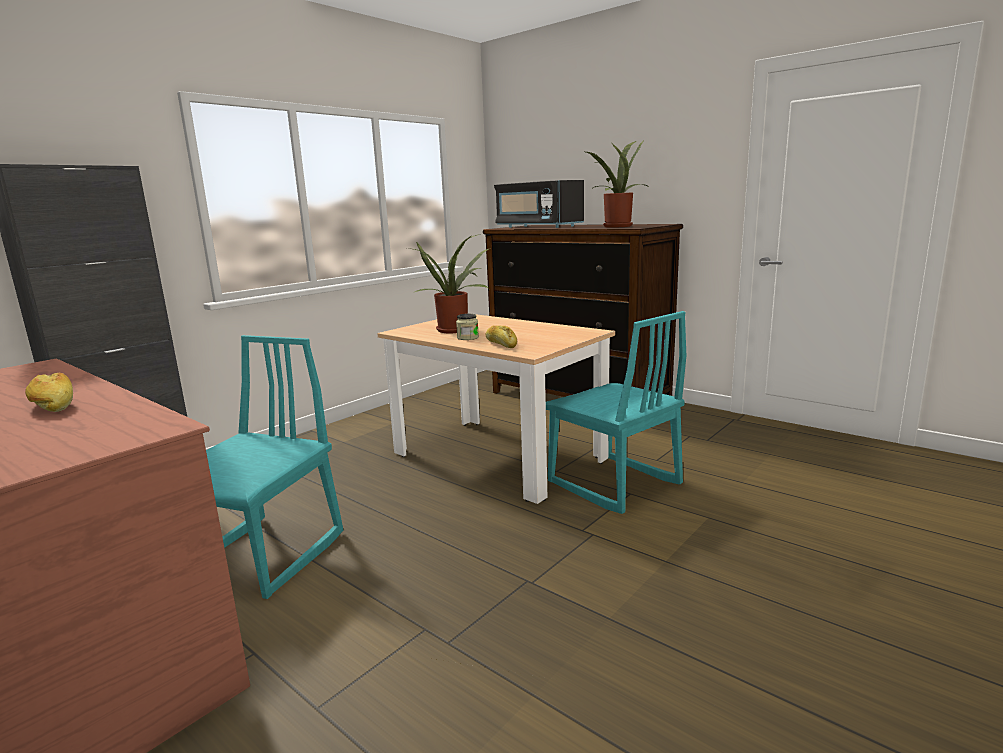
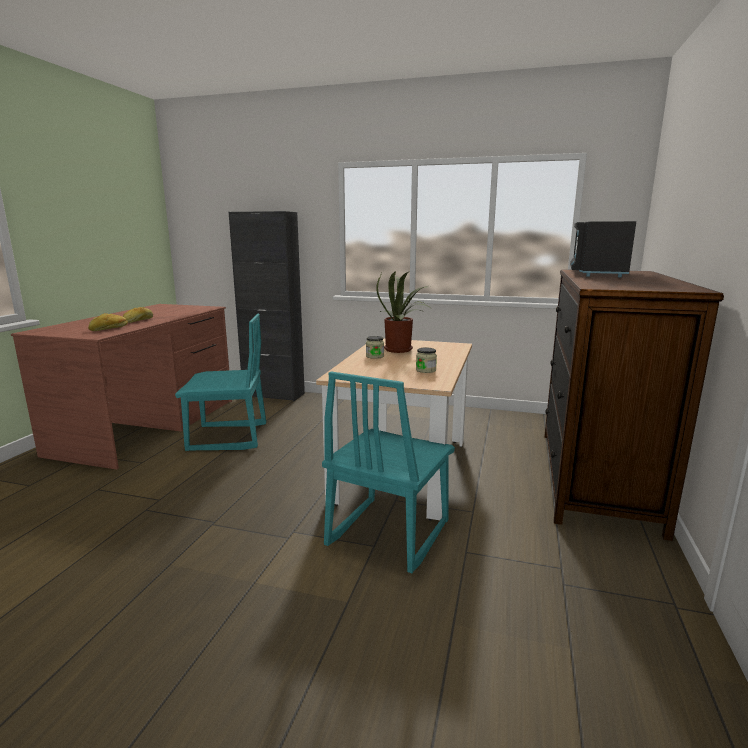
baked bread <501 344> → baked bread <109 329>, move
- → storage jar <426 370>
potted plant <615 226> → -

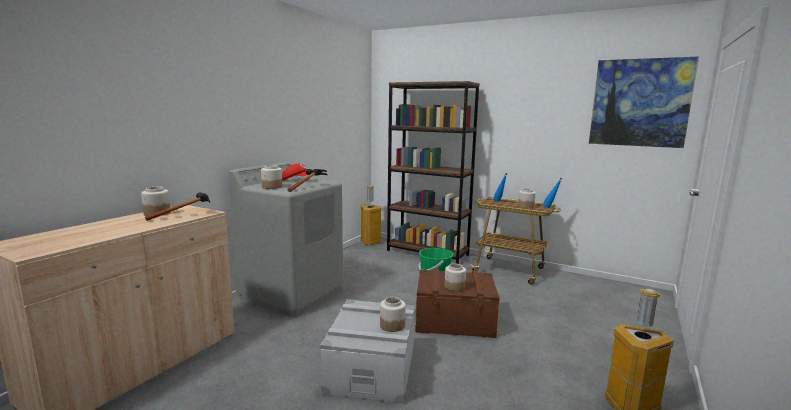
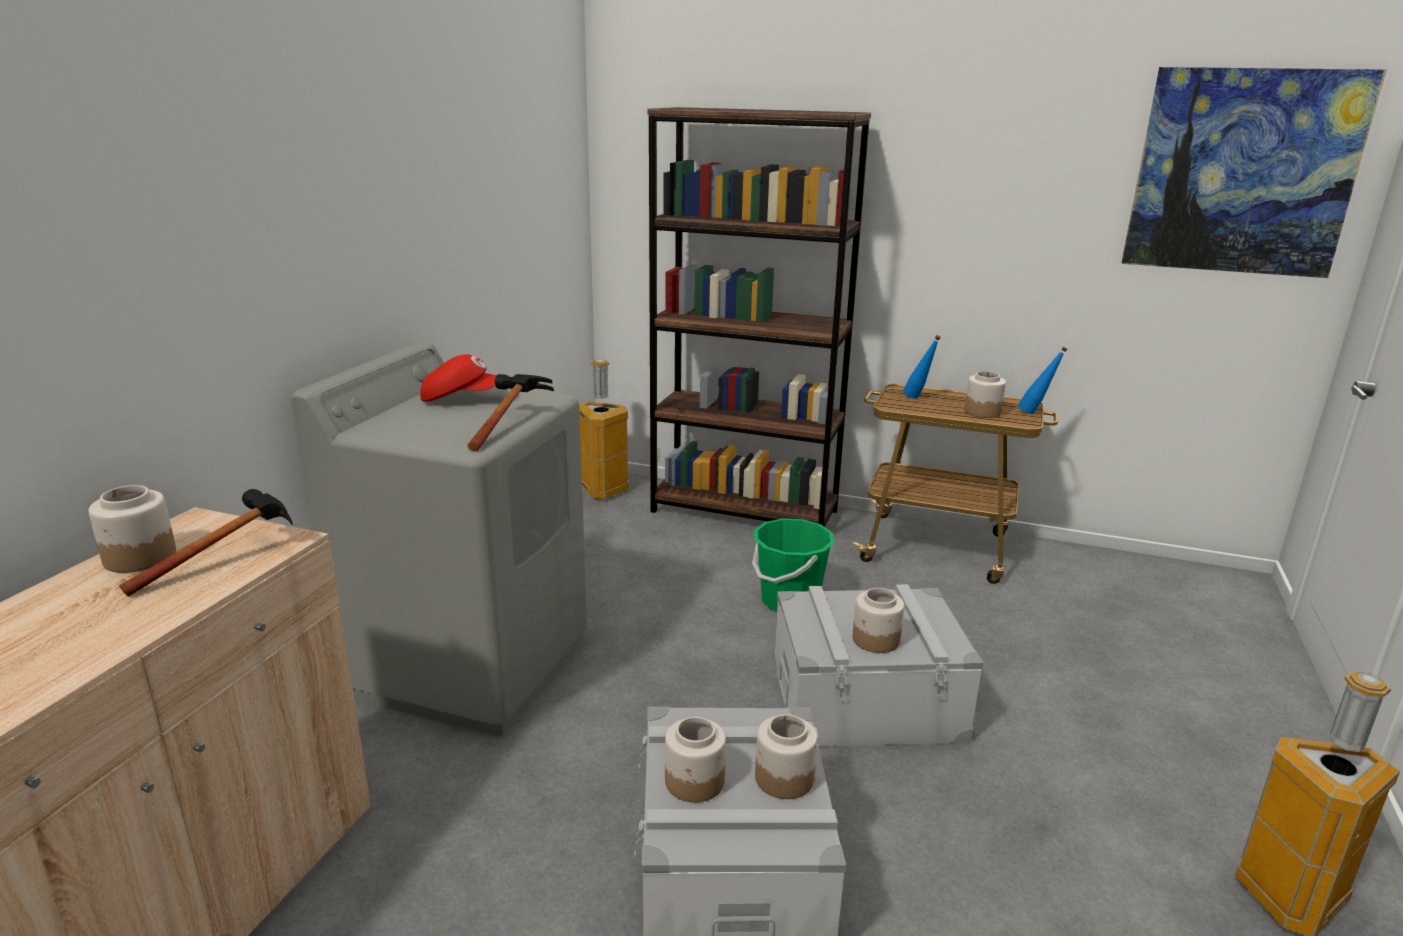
storage jar <272 187> → storage jar <695 782>, move
brownish storage container <454 319> → grey storage container <866 700>

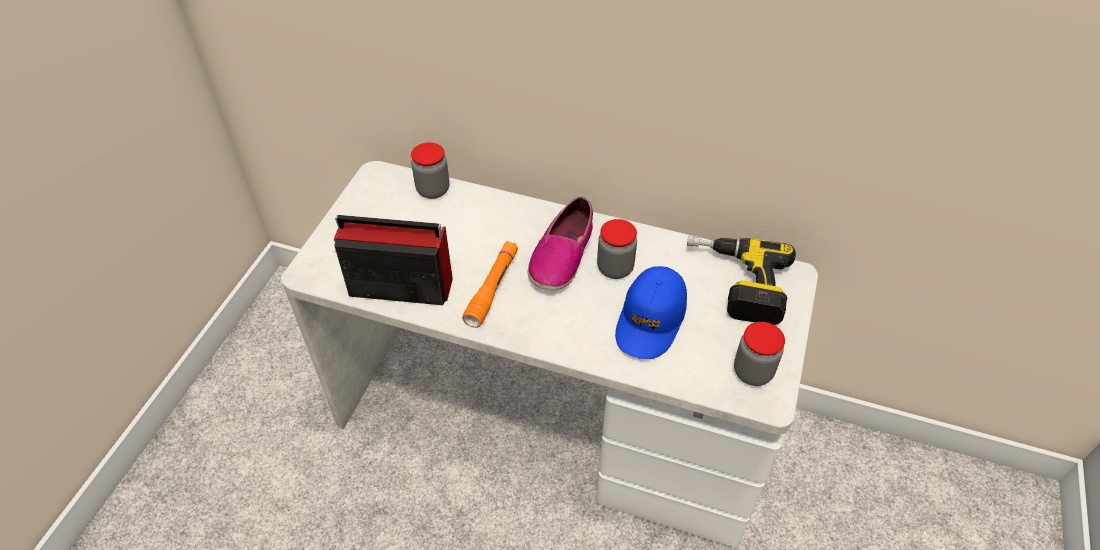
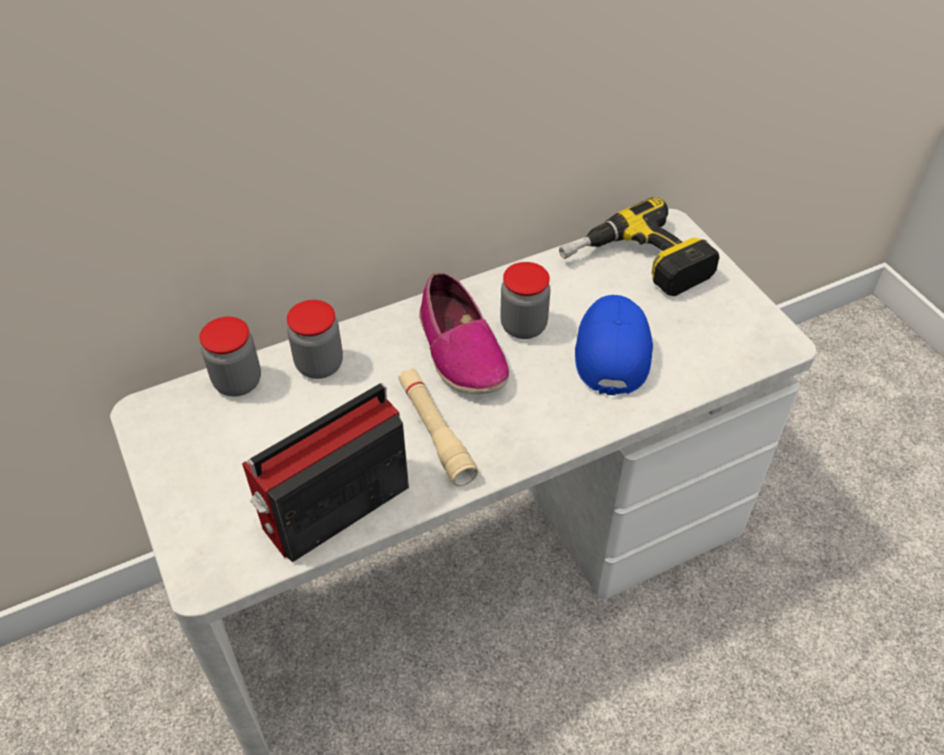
storage jar <752 372> → storage jar <319 365>, move
orange flashlight <492 288> → sand-coloured flashlight <435 432>
blue baseball cap <651 319> → blue baseball cap <612 348>, 150 degrees counterclockwise

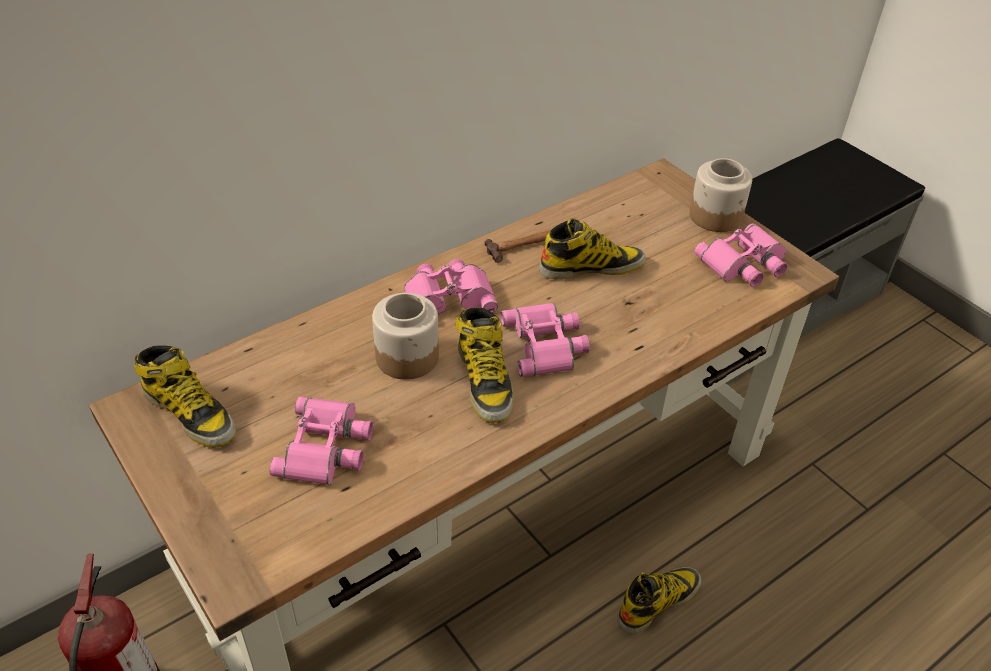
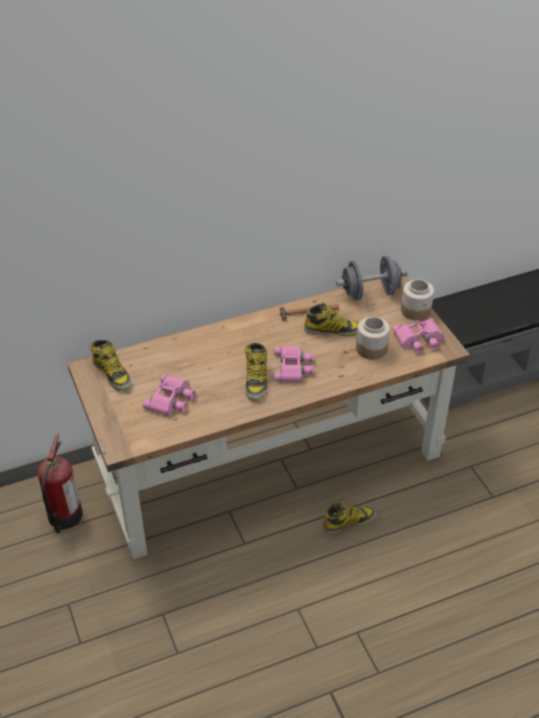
- → grey free weight <370 293>
storage jar <407 357> → storage jar <372 348>, move
pink pair of binoculars <448 296> → -

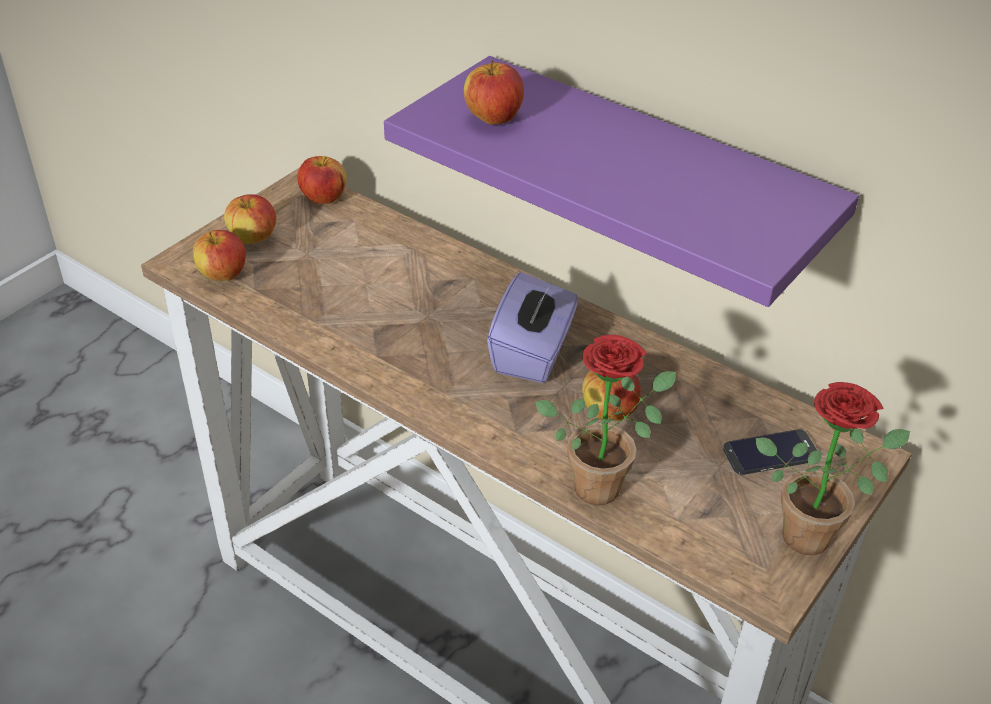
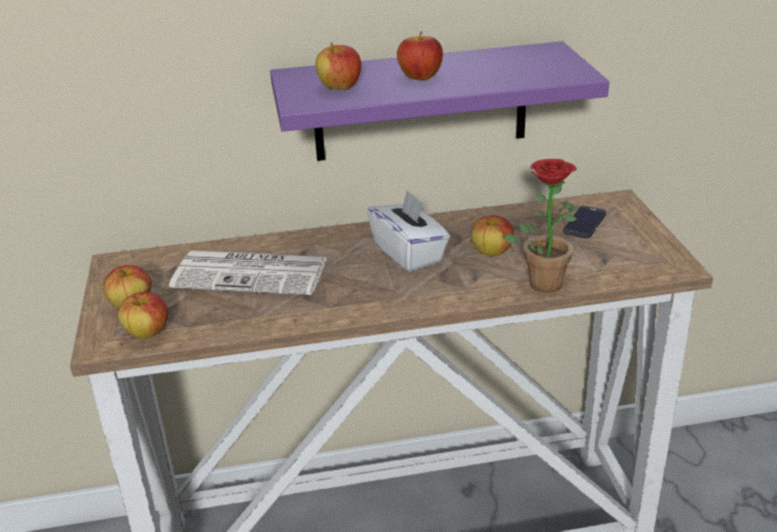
- → daily paper <253 273>
purple box of tissues <532 353> → white-coloured box of tissues <409 253>
whole apple <323 198> → whole apple <420 77>, move
potted plant <813 532> → -

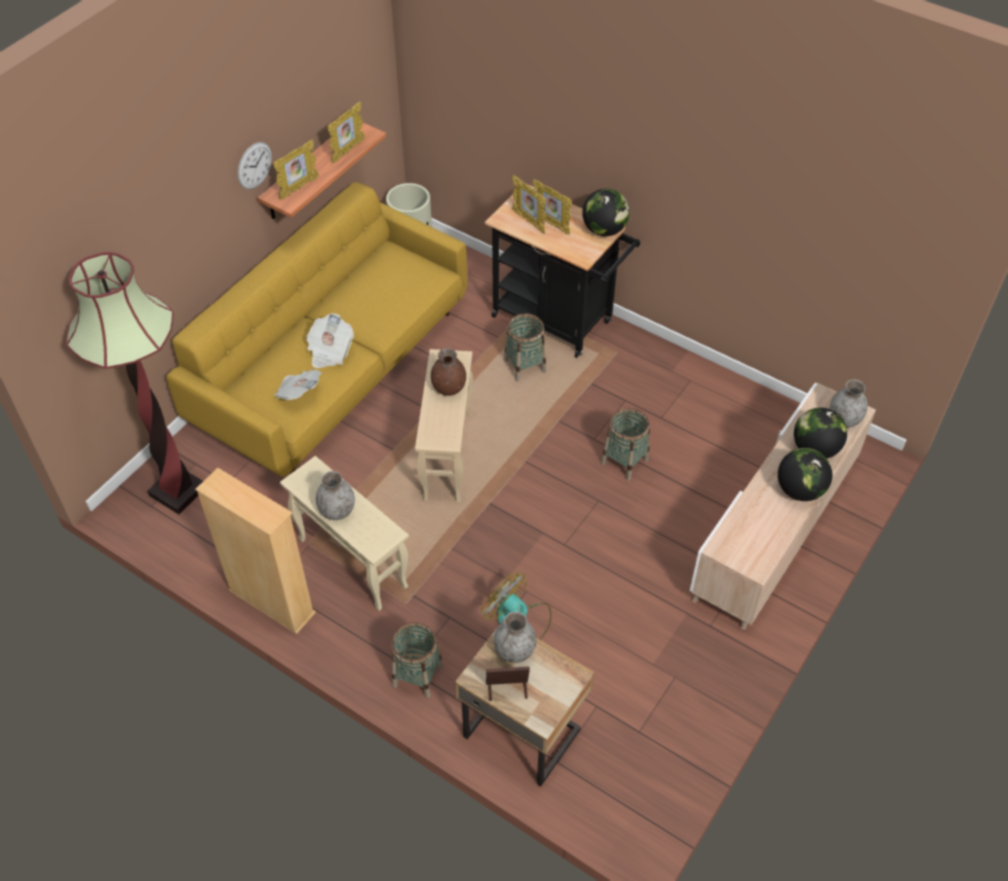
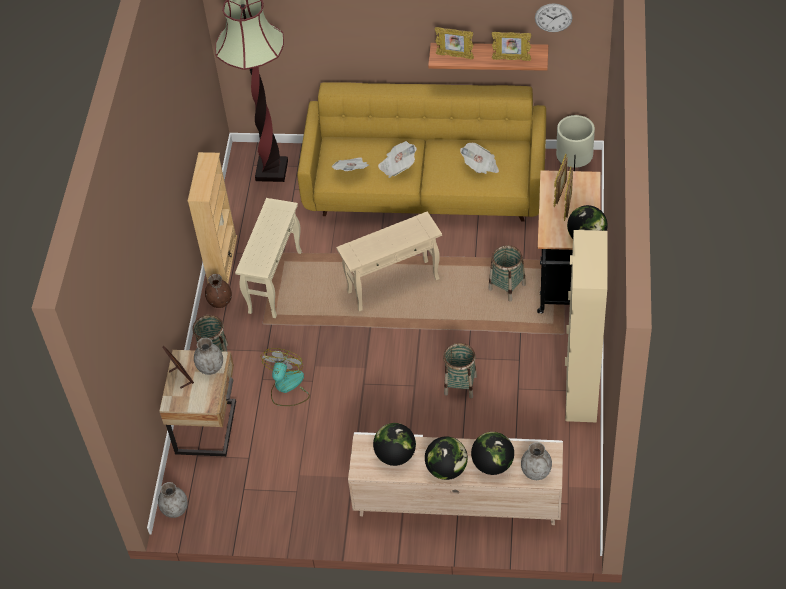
grey decorative vase <337 511> → grey decorative vase <175 509>, move
brownish decorative vase <449 388> → brownish decorative vase <220 302>, move
- → world globe <395 455>
- → daily paper <480 166>
wall clock <254 165> → wall clock <553 17>, move
- → sand-coloured cabinet <581 393>

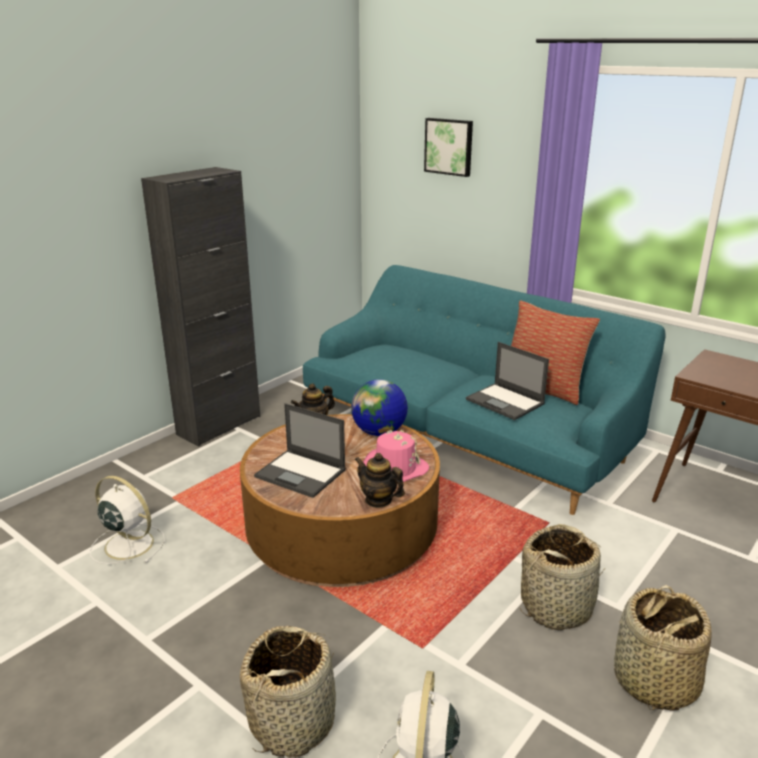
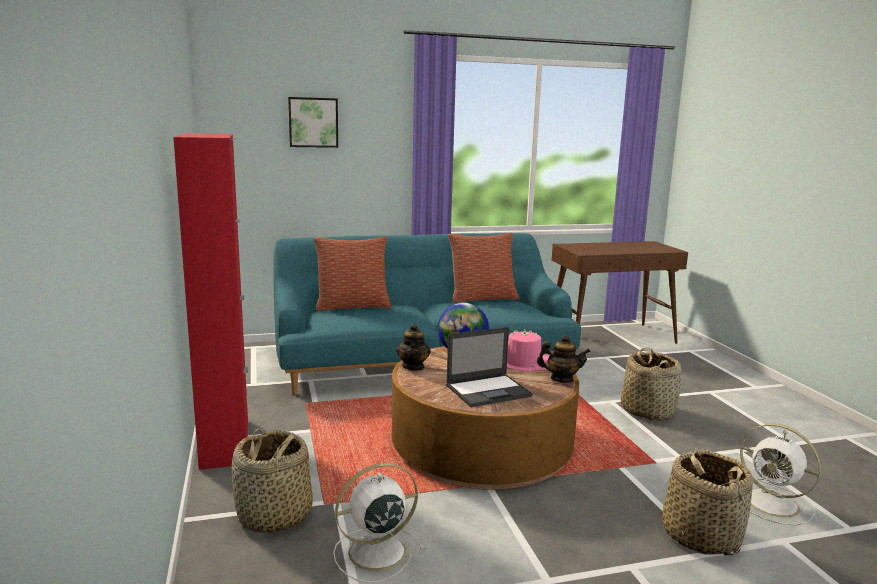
black cabinet <219 425> → red cabinet <225 443>
household basket <654 682> → household basket <274 516>, move
- → throw pillow <352 306>
pot for tea <378 500> → pot for tea <561 379>, 150 degrees counterclockwise
portable computer <506 402> → -

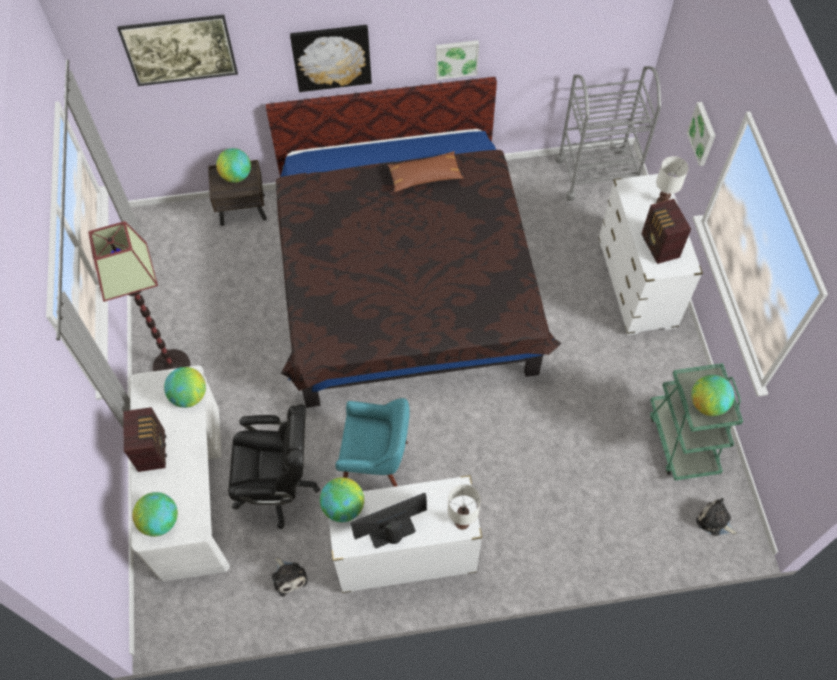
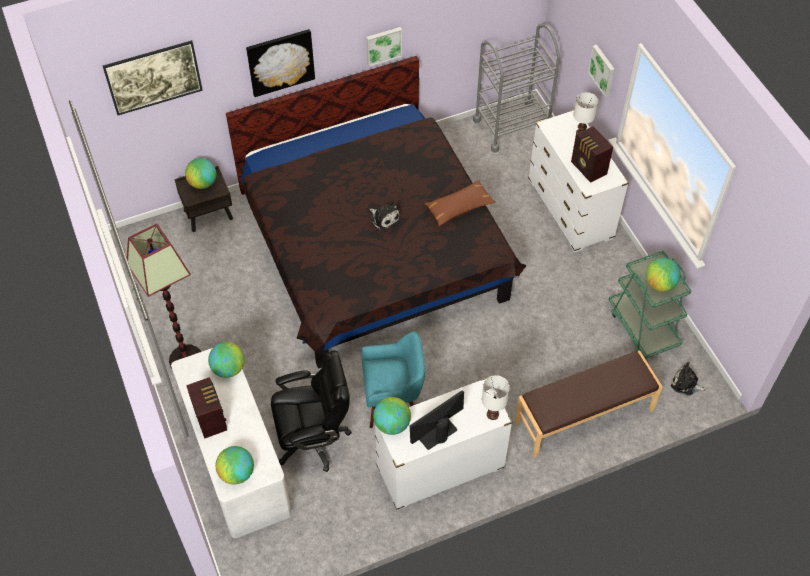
plush toy <289 577> → plush toy <384 218>, move
brownish throw pillow <424 176> → brownish throw pillow <459 207>, move
- → brownish bench <584 416>

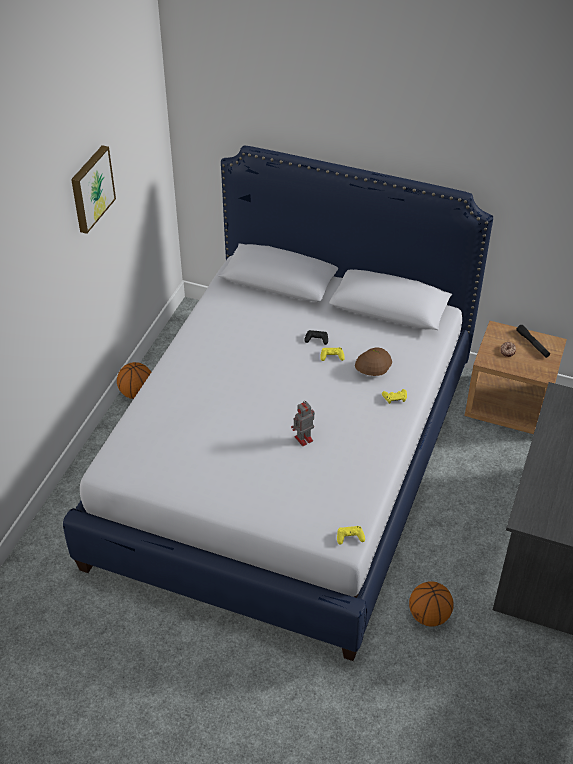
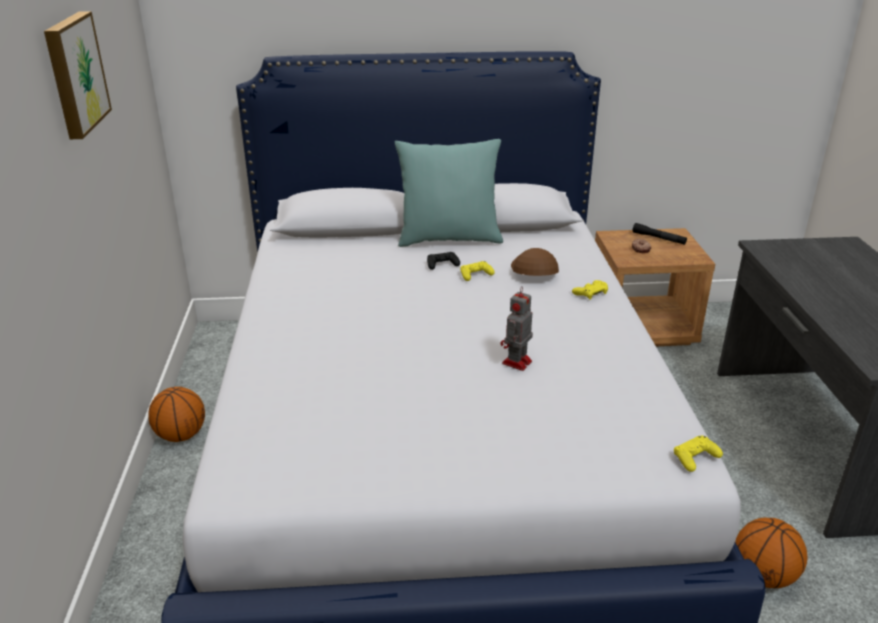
- → turquoise throw pillow <449 239>

